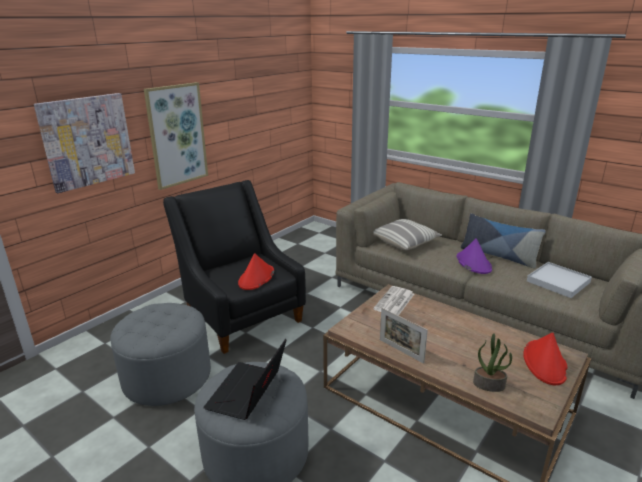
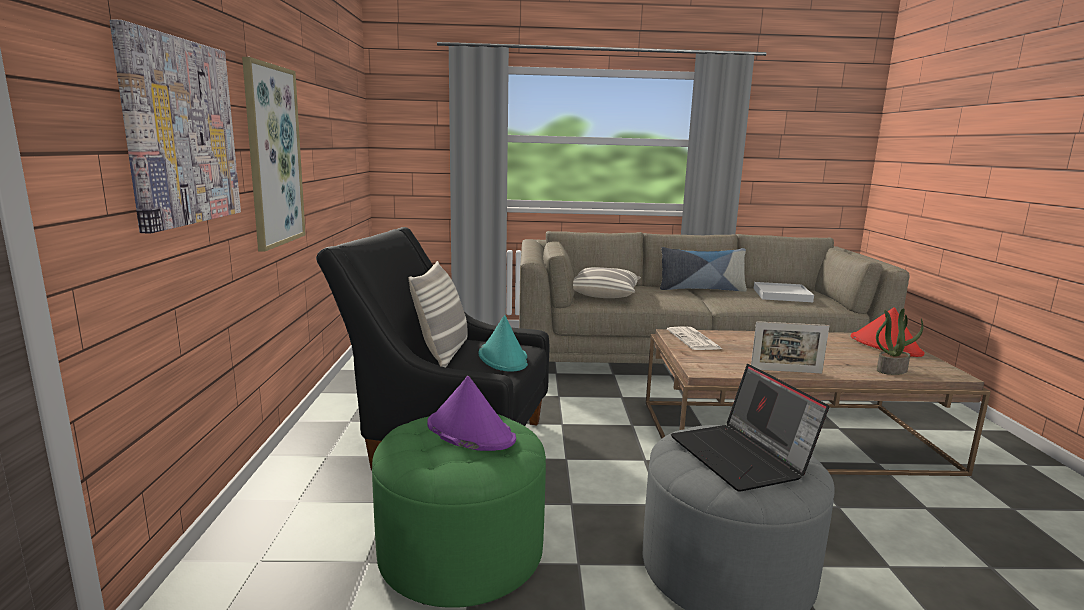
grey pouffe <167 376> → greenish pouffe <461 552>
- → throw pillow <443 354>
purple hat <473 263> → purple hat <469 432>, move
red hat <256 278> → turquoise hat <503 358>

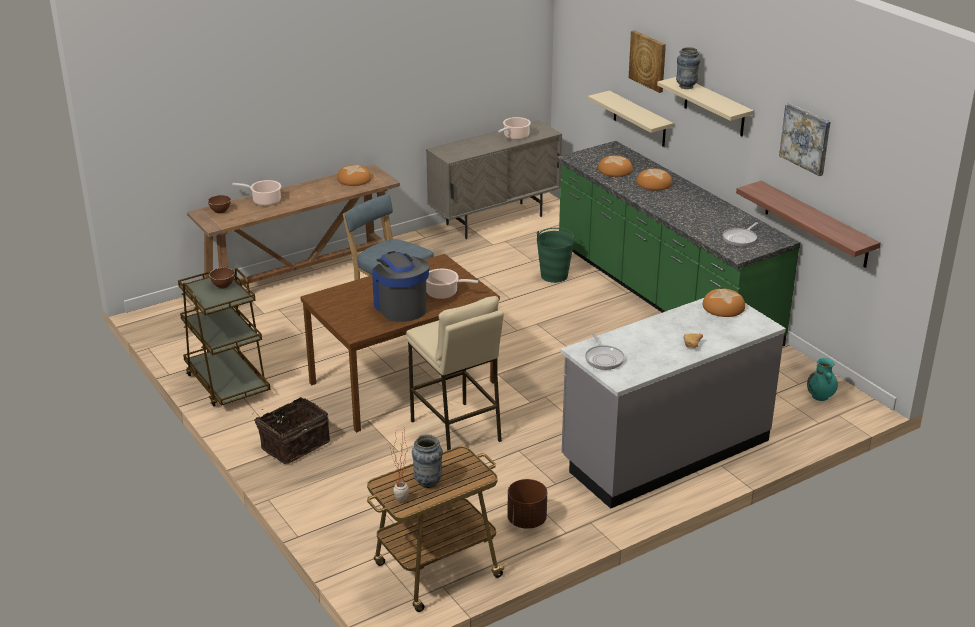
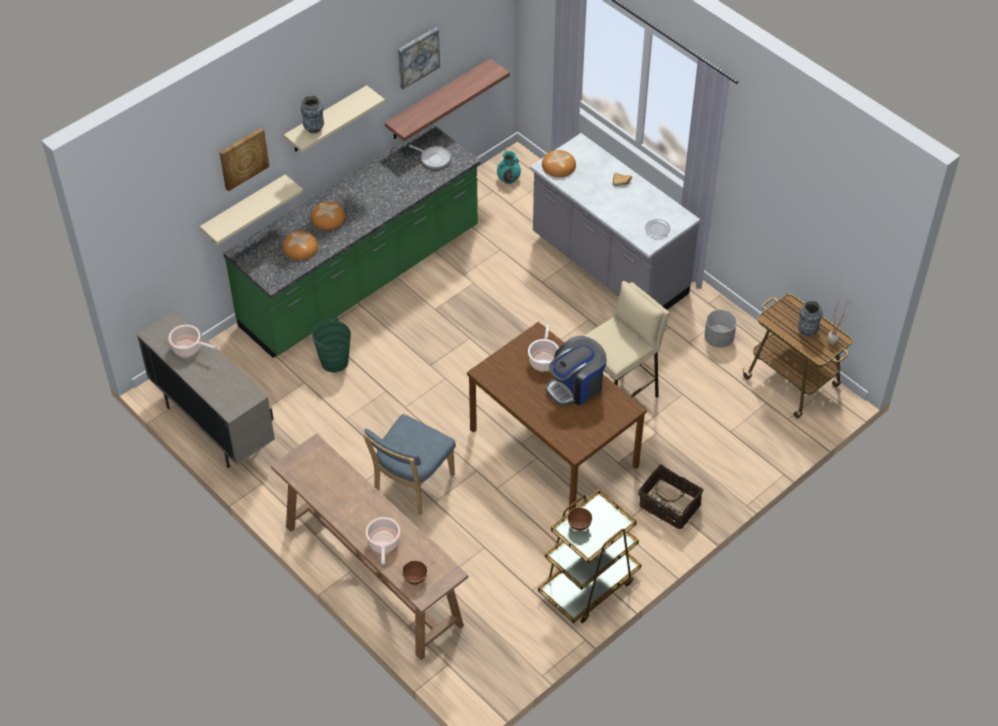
frying pan <603 358> → dinner plate <657 229>
brownish plant pot <527 520> → grey plant pot <719 339>
baked bread <354 179> → -

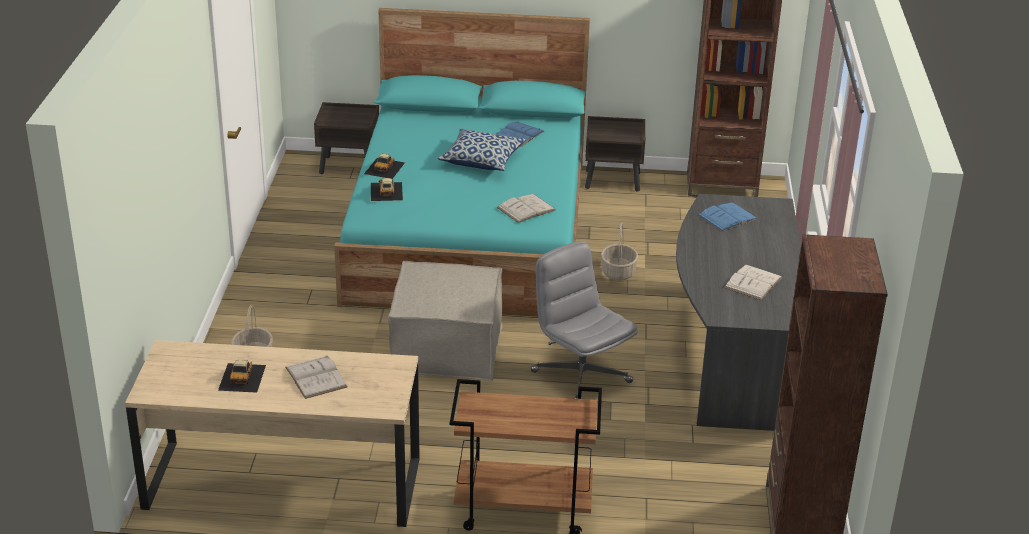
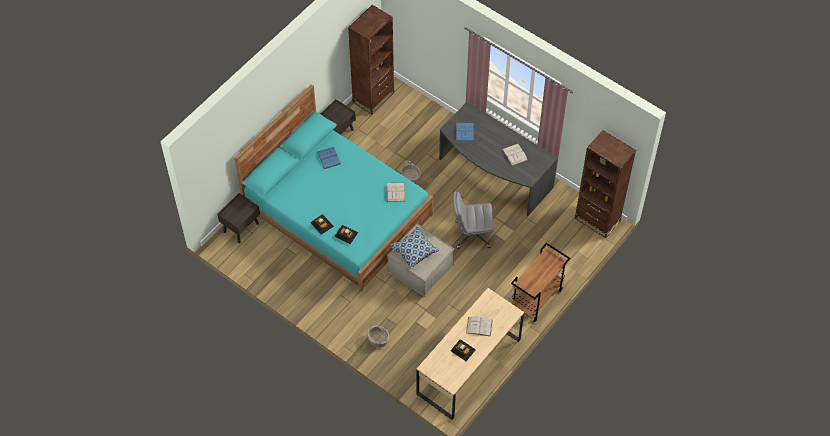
throw pillow <482 160> → throw pillow <414 251>, move

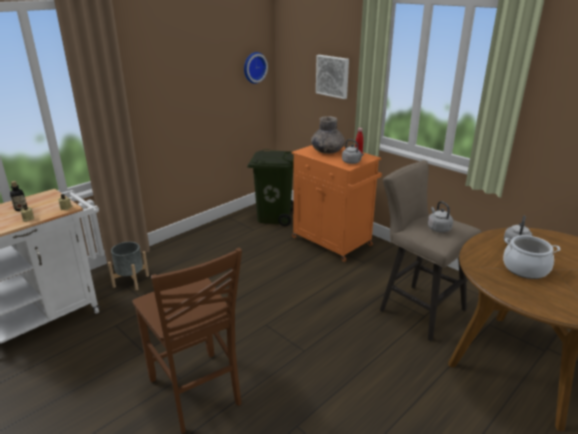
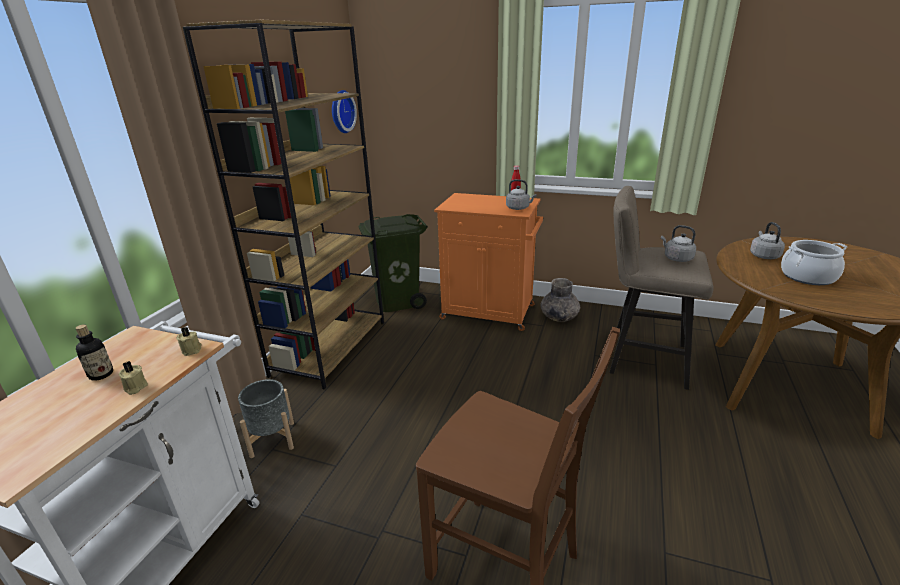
- → brownish bookshelf <330 347>
grey decorative vase <327 151> → grey decorative vase <559 317>, move
picture <333 76> → -

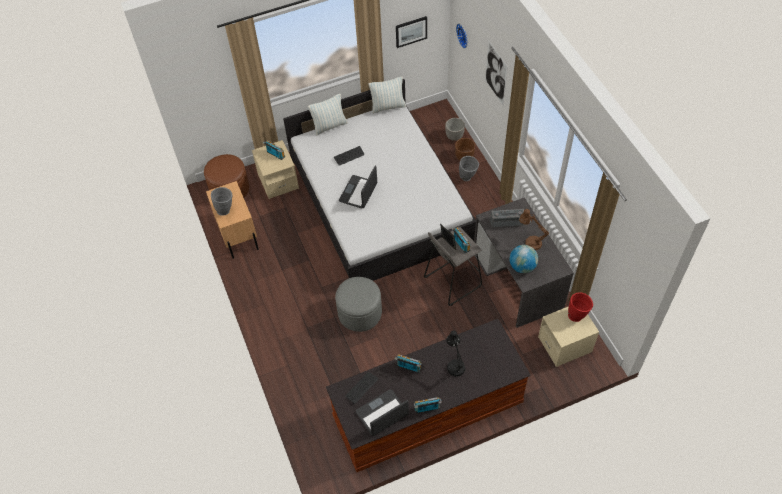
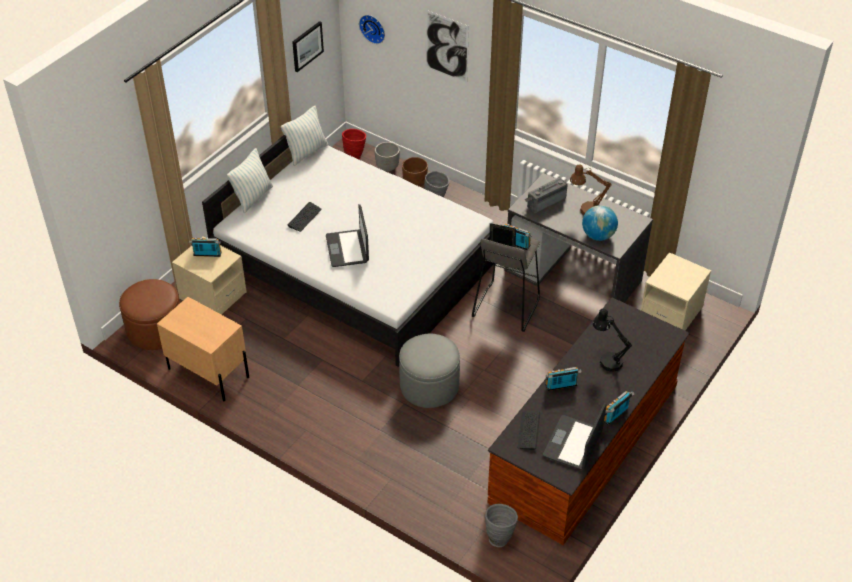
red decorative vase <577 315> → red decorative vase <355 156>, move
grey decorative vase <226 209> → grey decorative vase <499 536>, move

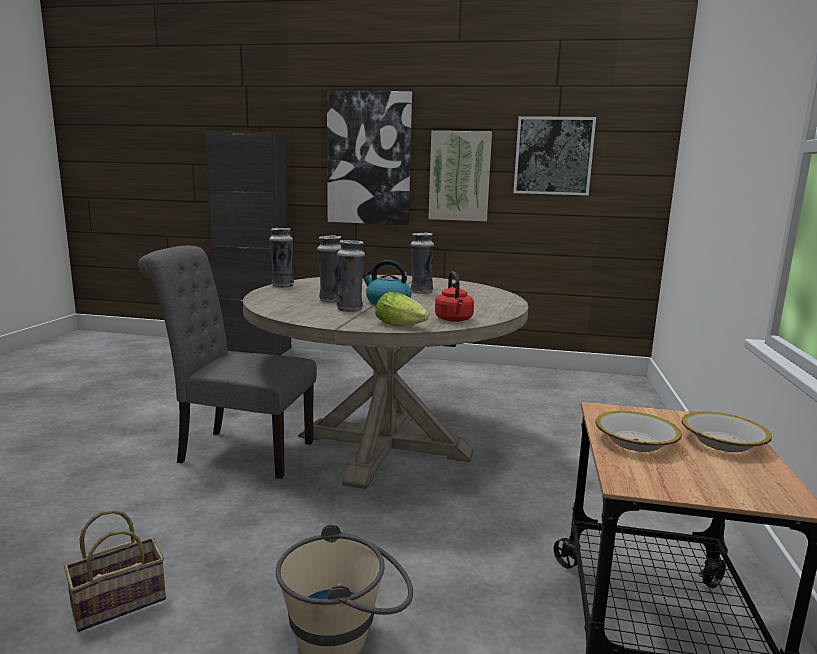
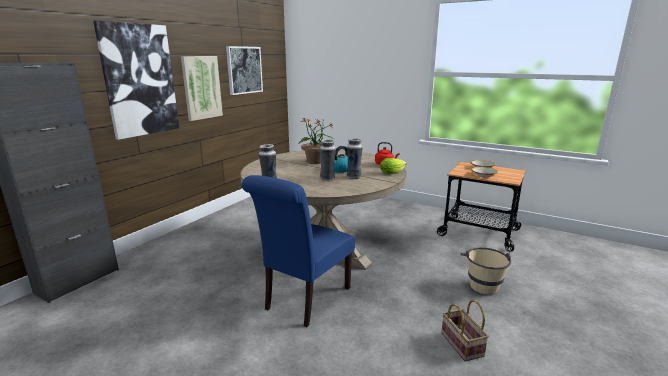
grey upright chair <238 451> → blue upright chair <304 300>
decorative vase <421 292> → potted plant <316 162>

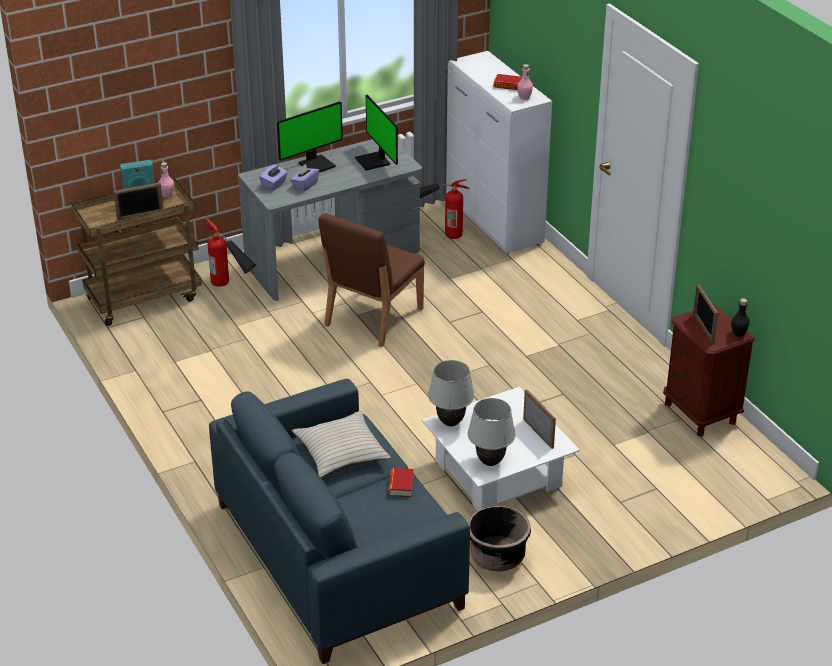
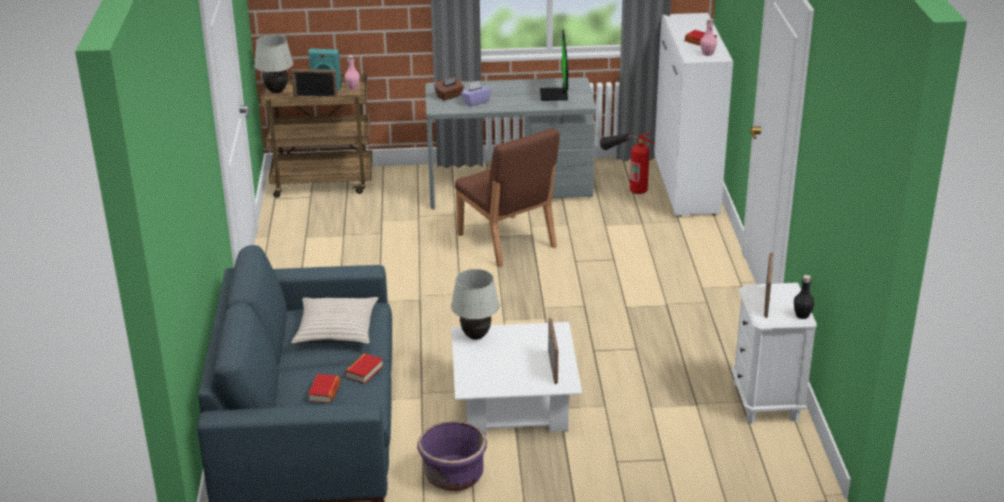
white-coloured tabletop lamp <490 462> → white-coloured tabletop lamp <276 91>, move
- → volume <324 392>
black plant pot <497 557> → purple plant pot <453 476>
purple box of tissues <274 184> → brownish box of tissues <449 96>
brownish upright chair <372 317> → brownish upright chair <507 241>, 90 degrees counterclockwise
brownish night table <700 413> → white-coloured night table <766 401>
extinguisher <231 288> → -
computer screen <316 164> → -

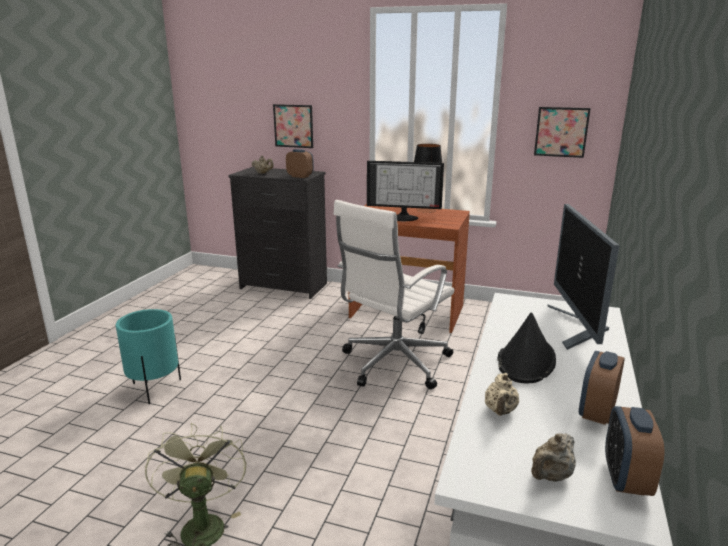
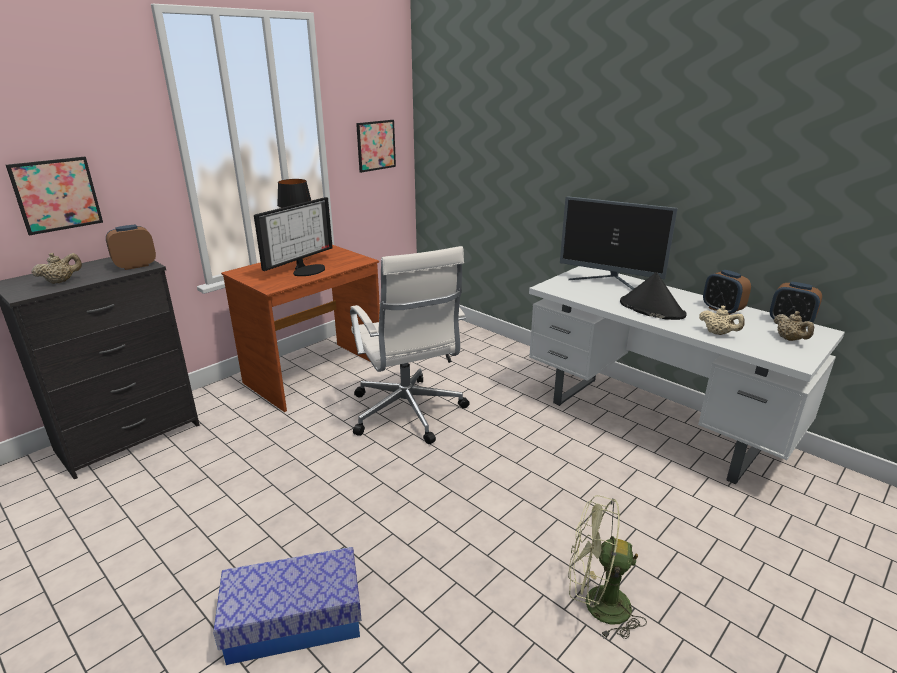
turquoise plant pot <154 389> → storage container <294 621>

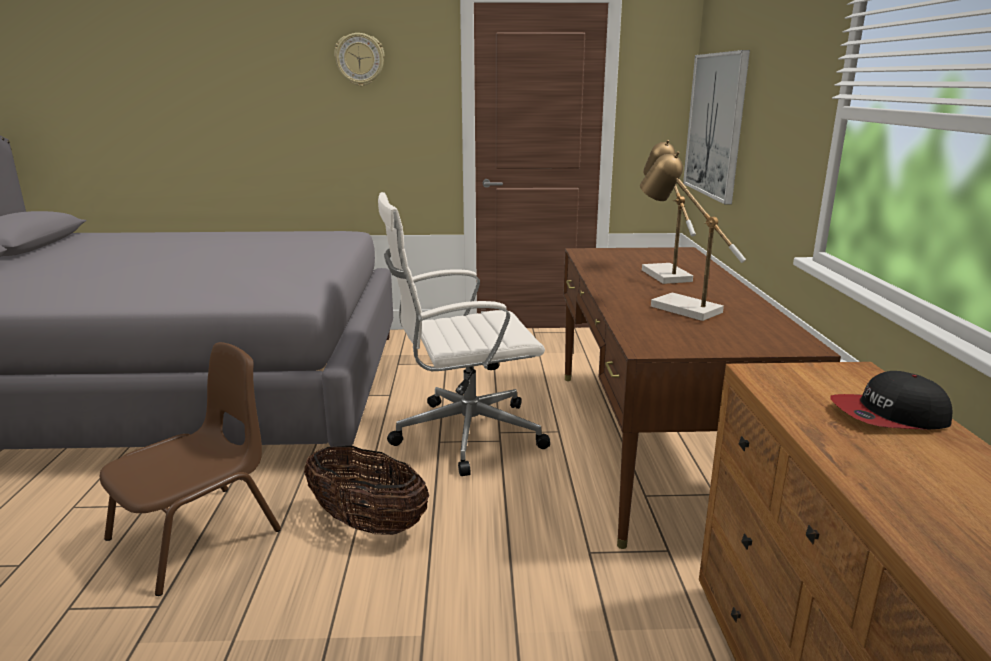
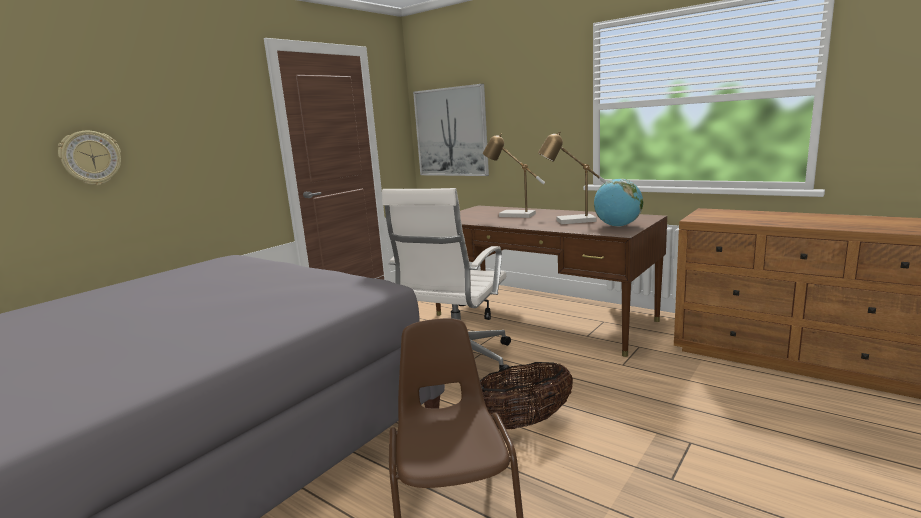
wall clock <360 59> → wall clock <91 158>, move
- → world globe <617 226>
baseball cap <889 416> → -

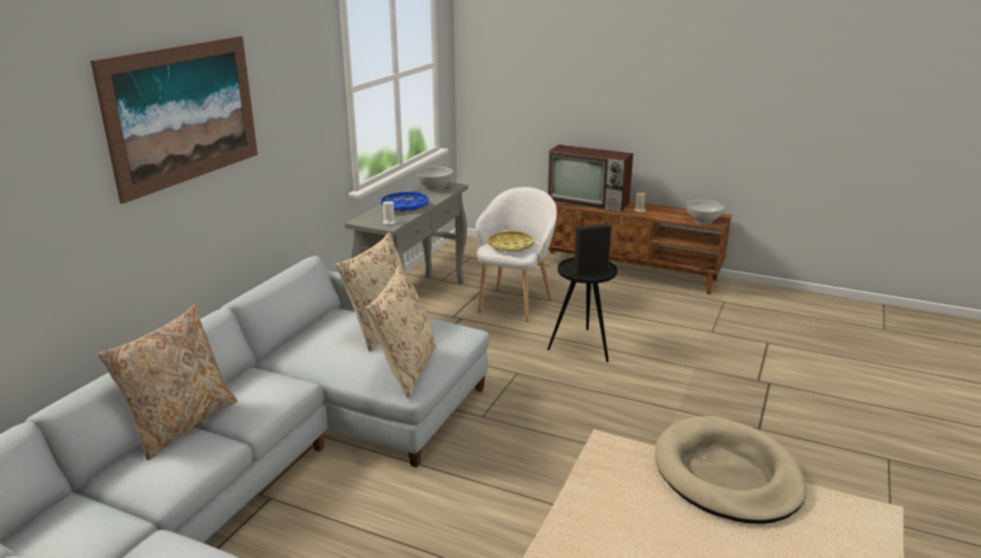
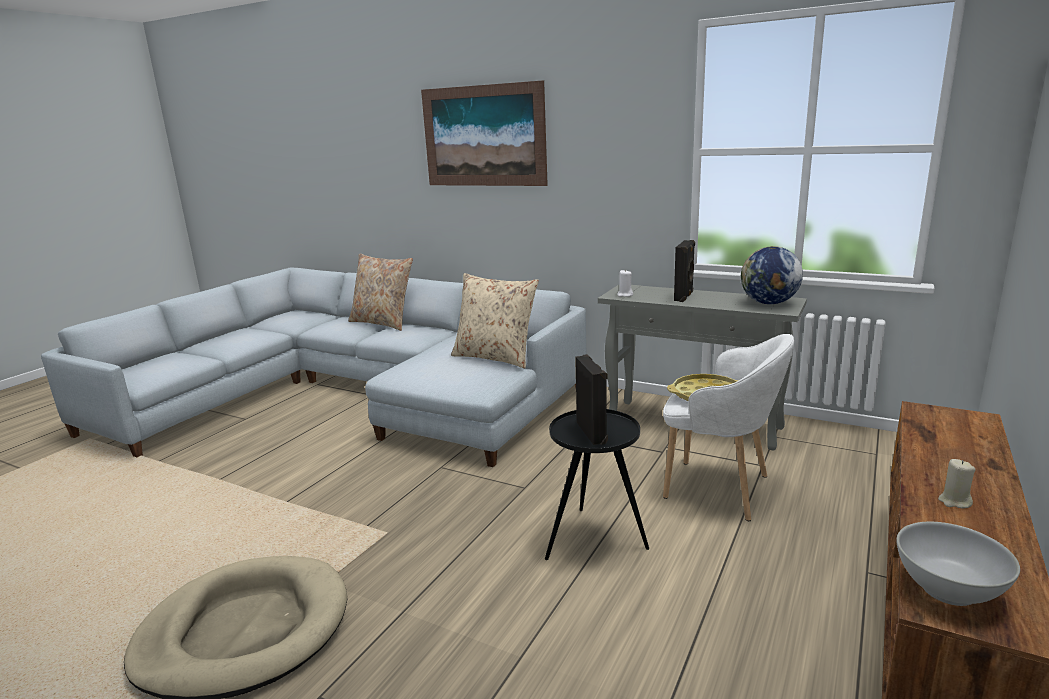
blue carrying tray <405 206> → black audio speaker <684 297>
white-coloured serving bowl <435 187> → world globe <768 303>
sand-coloured throw pillow <405 369> → -
television <589 202> → -

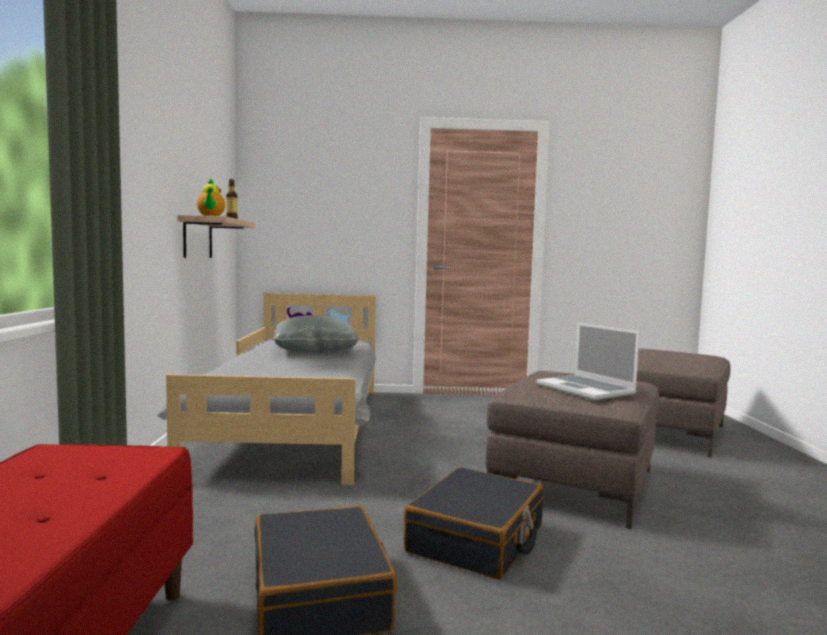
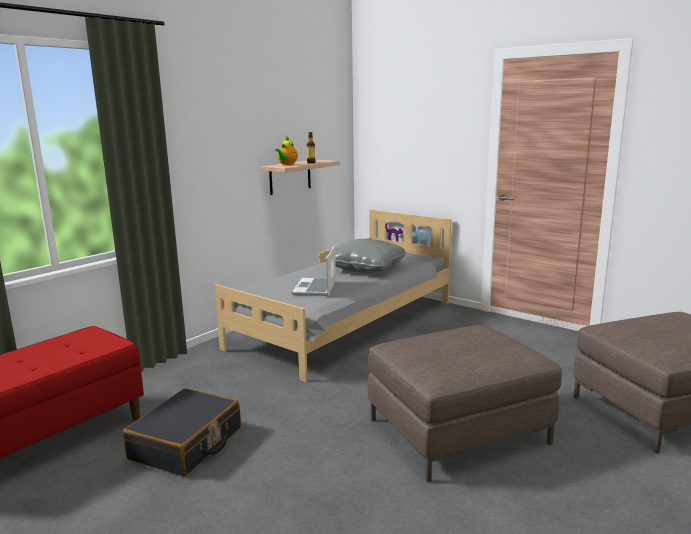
portable computer <587 390> → portable computer <315 288>, move
black suitcase <477 539> → -

